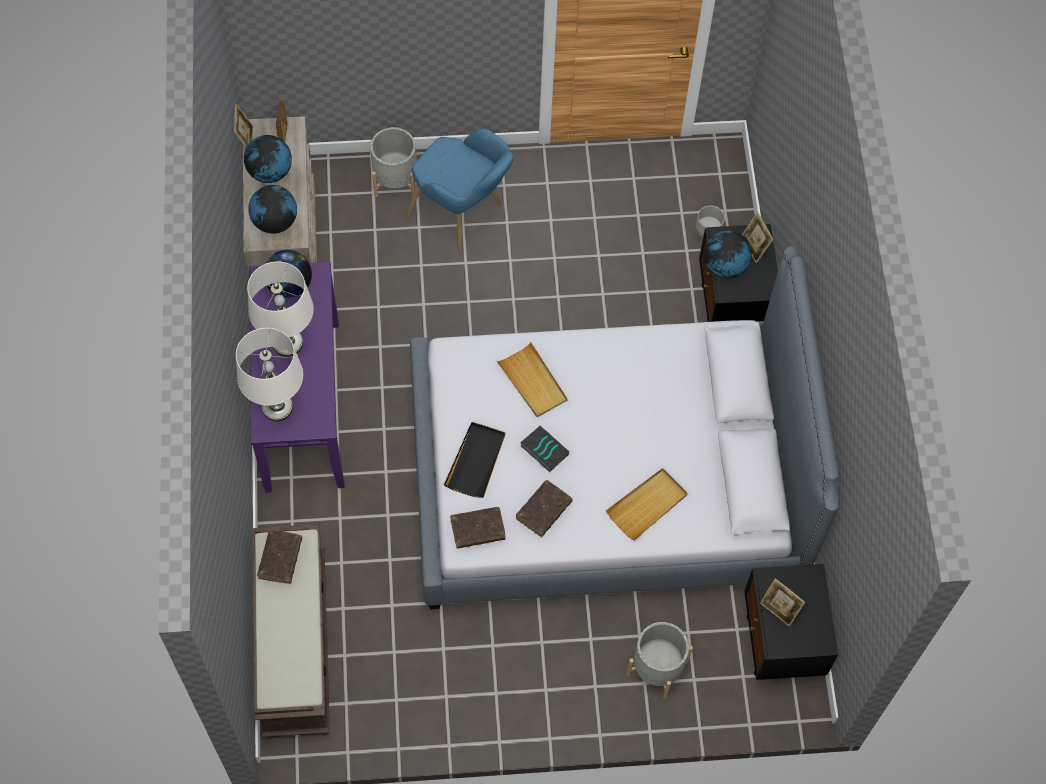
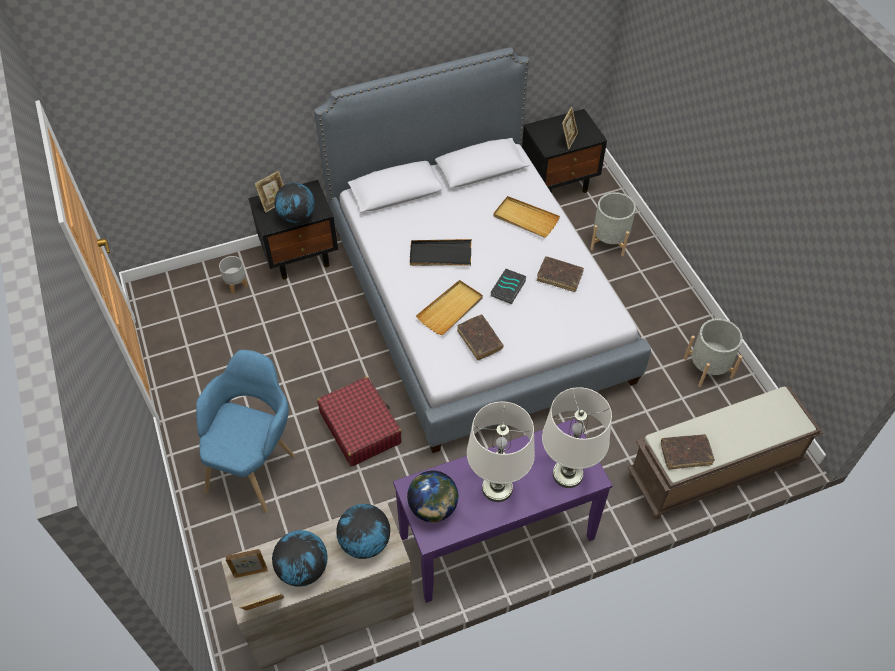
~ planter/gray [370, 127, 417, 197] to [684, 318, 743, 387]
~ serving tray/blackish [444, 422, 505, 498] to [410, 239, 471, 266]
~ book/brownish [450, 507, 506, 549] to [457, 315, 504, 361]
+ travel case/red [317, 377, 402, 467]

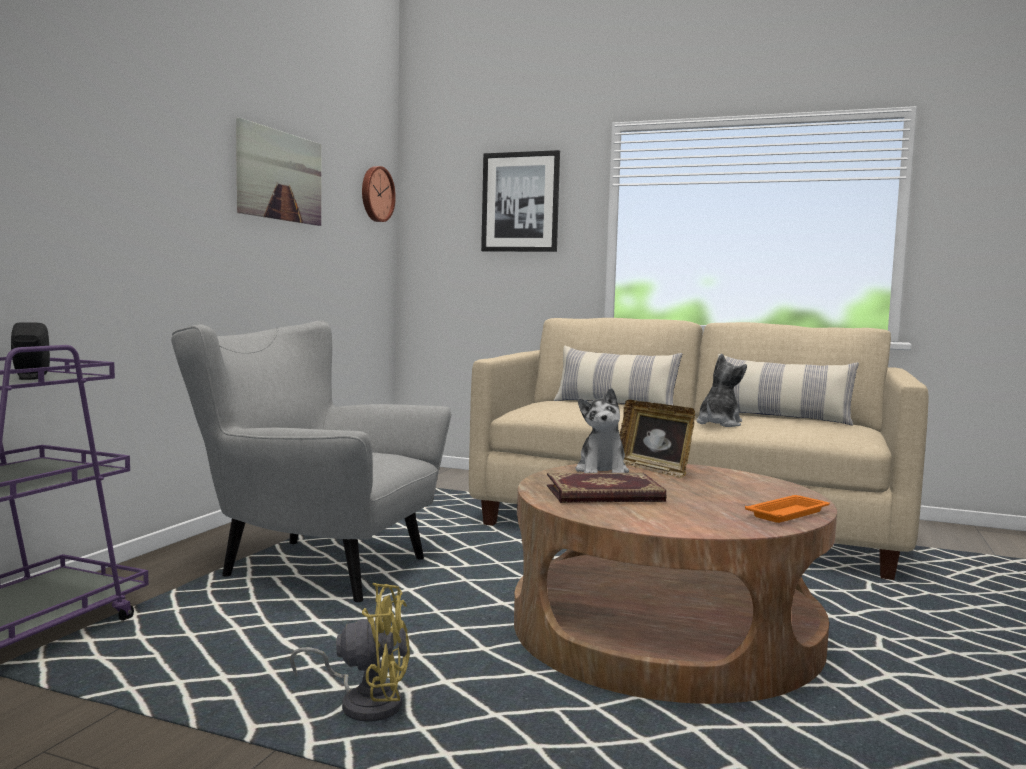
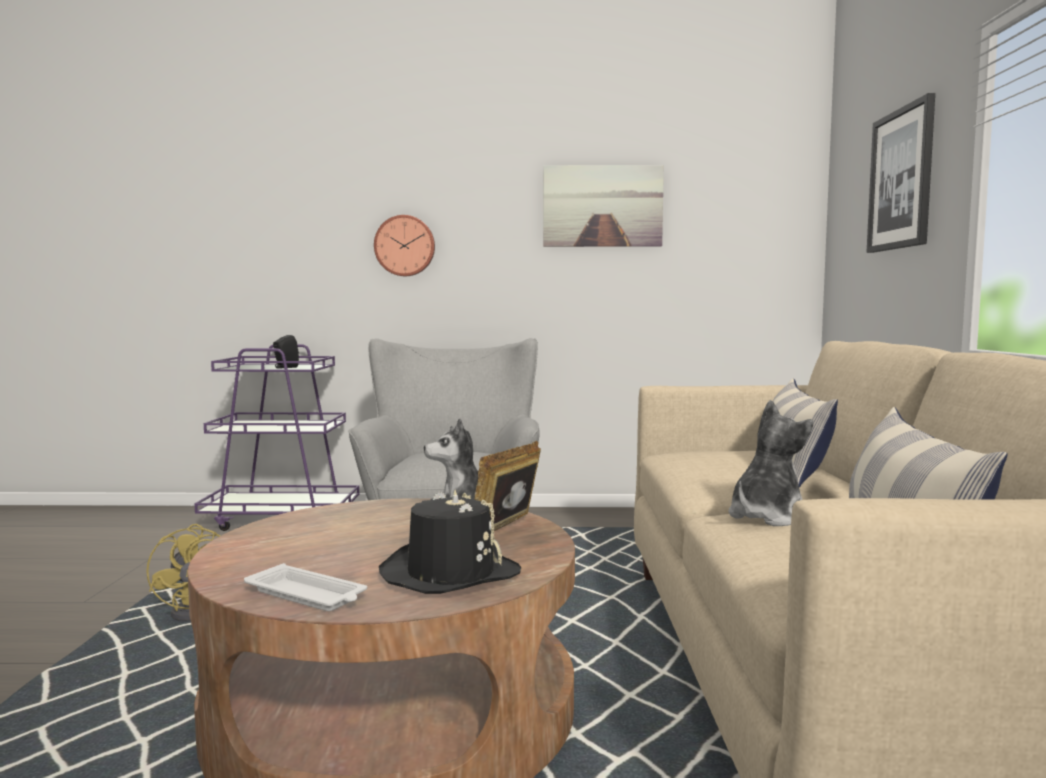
~ hanging clock [362, 166, 396, 222] to [374, 215, 435, 276]
~ soft toy [696, 354, 747, 427] = [728, 400, 813, 526] 60 degrees counterclockwise
- book [547, 473, 666, 503]
~ serving tray/orange [745, 495, 830, 523] to serving tray/white-coloured [244, 563, 367, 611]
+ clothing hat/blackish [379, 490, 522, 594]

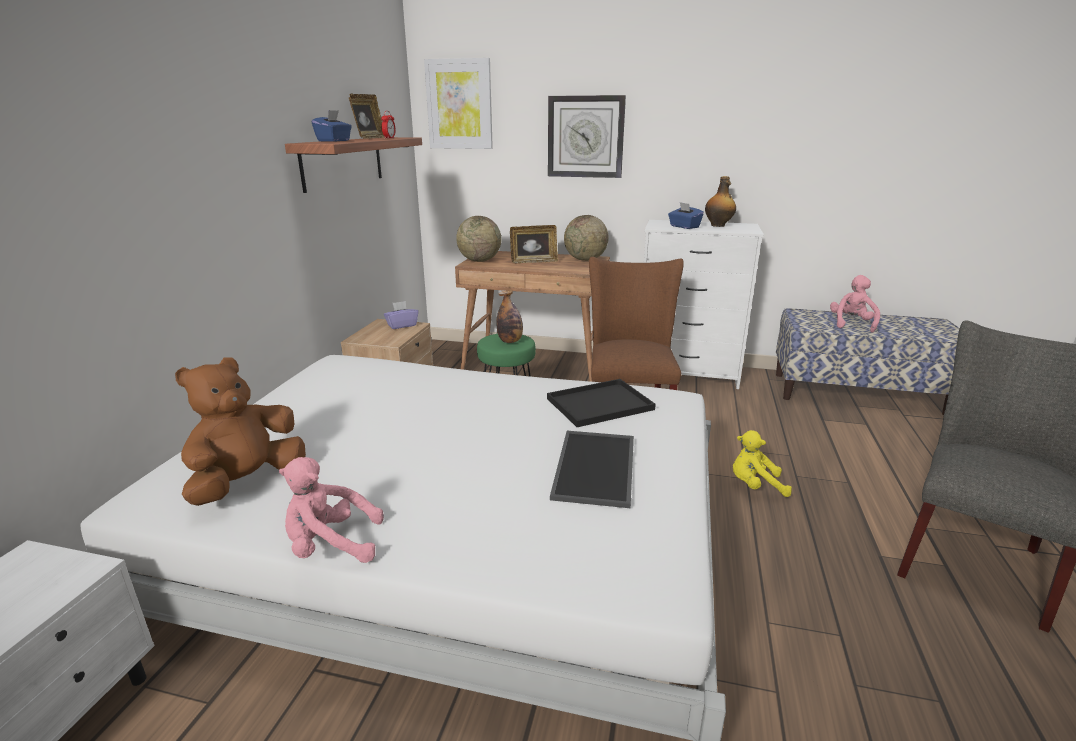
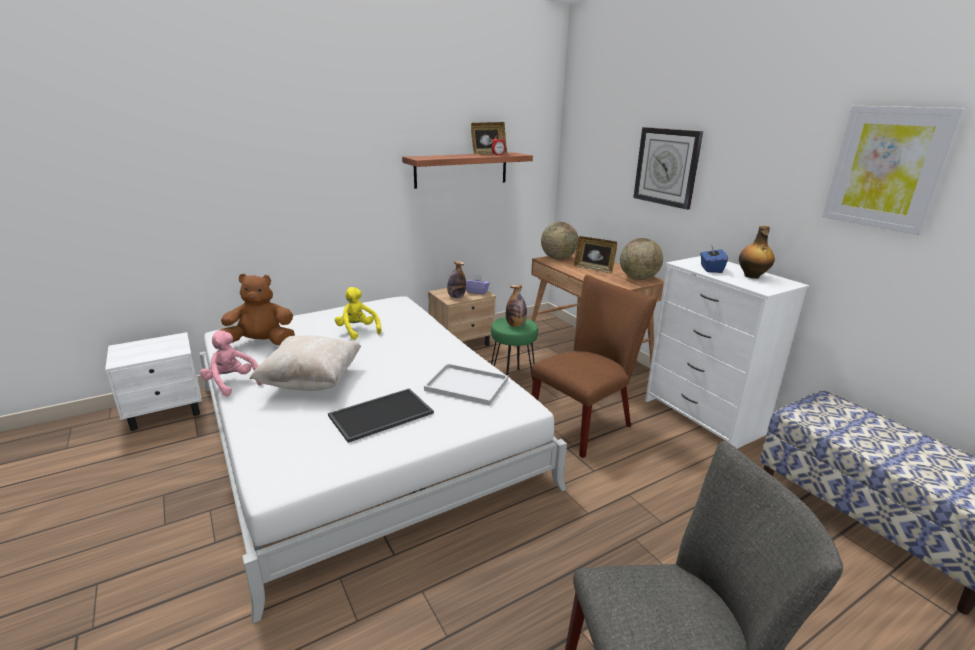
~ picture [424, 58, 493, 149] to [822, 106, 966, 235]
- tissue box/blue-coloured [312, 110, 352, 142]
- soft toy/pink-coloured [830, 275, 880, 333]
~ serving tray/blackish [547, 379, 656, 427] to serving tray/white-coloured [424, 363, 508, 406]
~ soft toy/yellowish [733, 430, 792, 497] to [335, 287, 381, 340]
+ bottle [447, 261, 466, 298]
+ pillow/beige-coloured [249, 335, 361, 391]

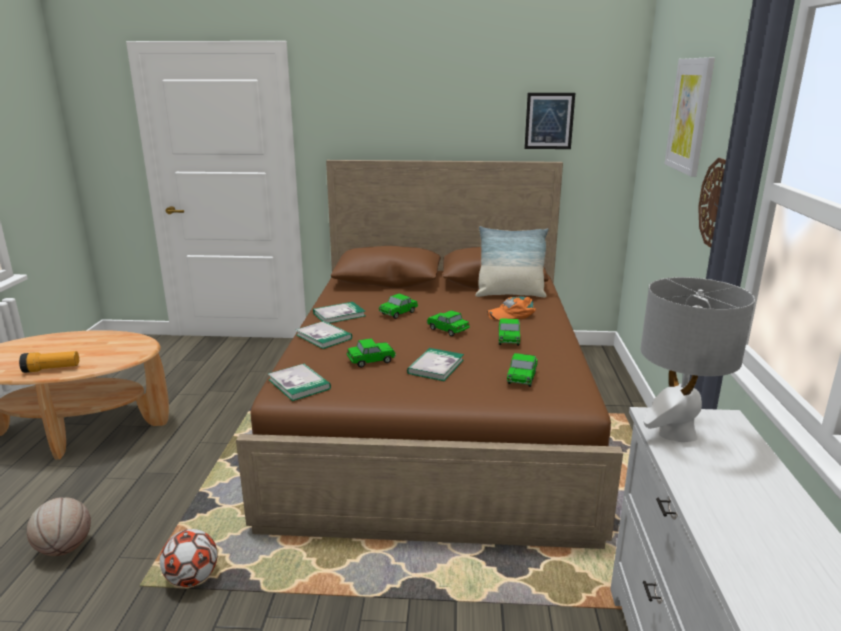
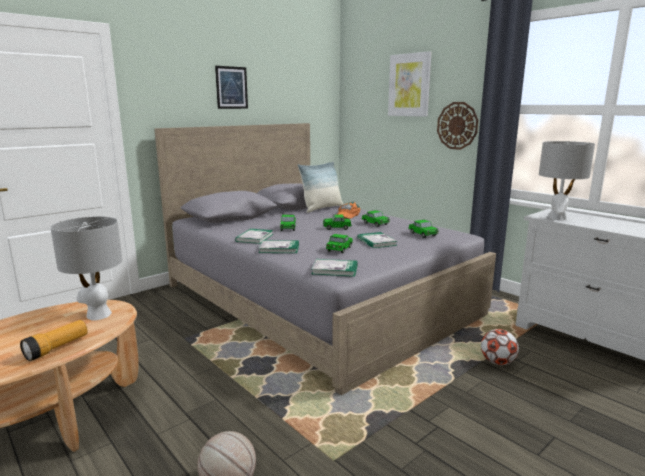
~ picture [524, 93, 575, 149] to [215, 66, 248, 109]
~ bedroom bed/brownish [236, 160, 623, 549] to bedroom bed/gray [154, 123, 496, 395]
~ football [160, 529, 218, 587] to [481, 329, 519, 365]
+ lamp for a table/gray [50, 216, 123, 321]

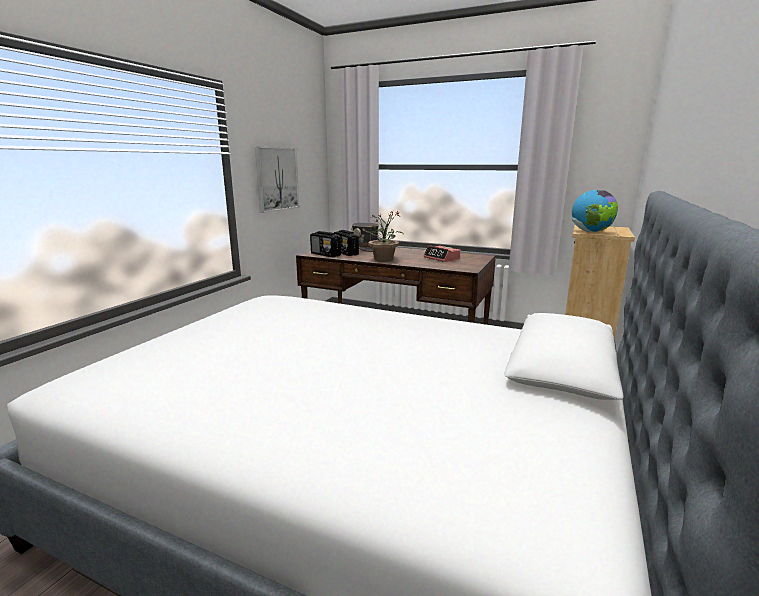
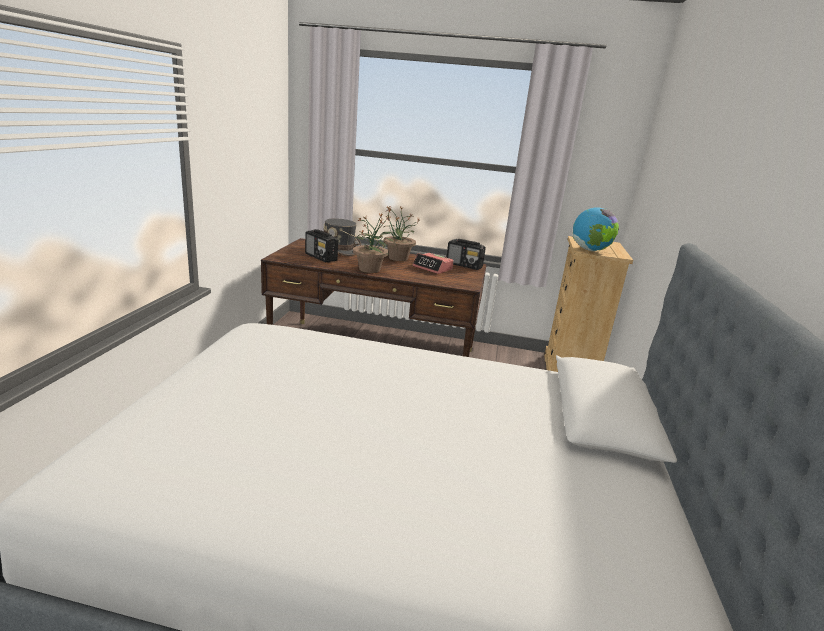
- picture [255, 147, 299, 213]
~ radio [310, 231, 341, 257] to [446, 239, 486, 270]
+ potted plant [381, 205, 419, 261]

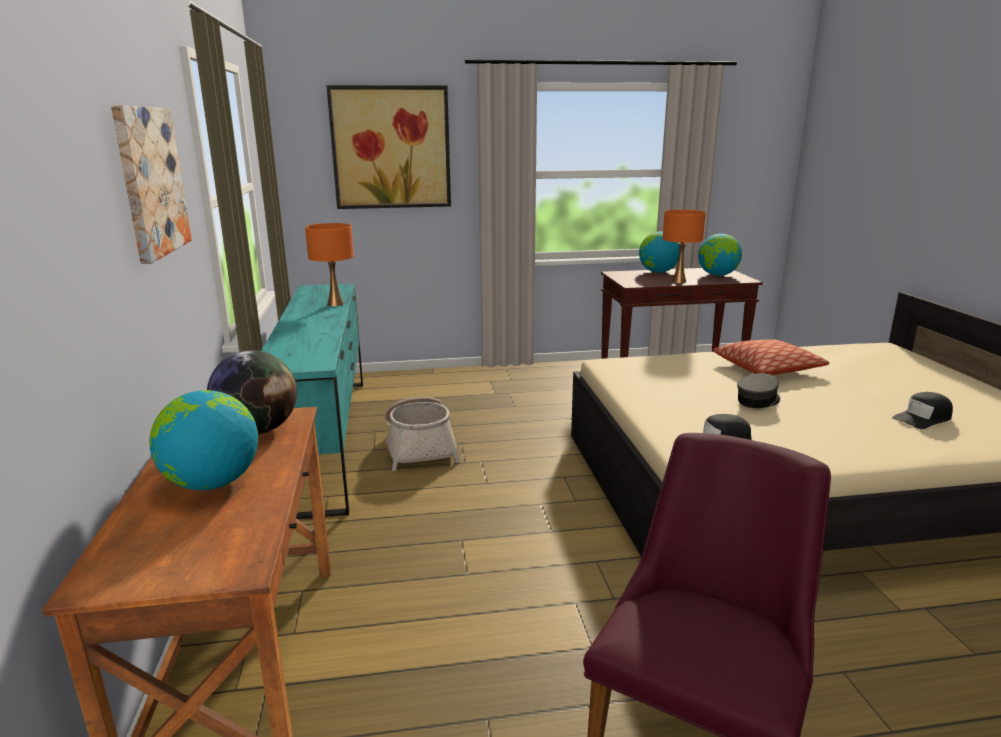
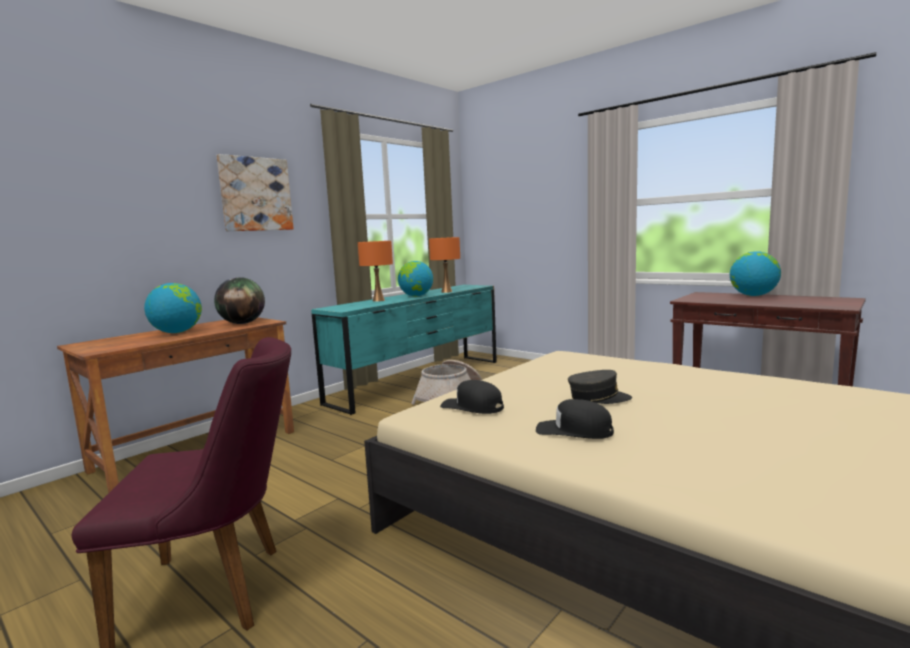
- picture [327, 85, 451, 209]
~ lamp for a table/orange [663, 210, 706, 283] to [358, 241, 393, 302]
~ world globe [698, 234, 742, 276] to [398, 261, 433, 296]
- pillow [714, 339, 829, 375]
~ baseball cap/blackish [892, 392, 953, 429] to [536, 399, 614, 439]

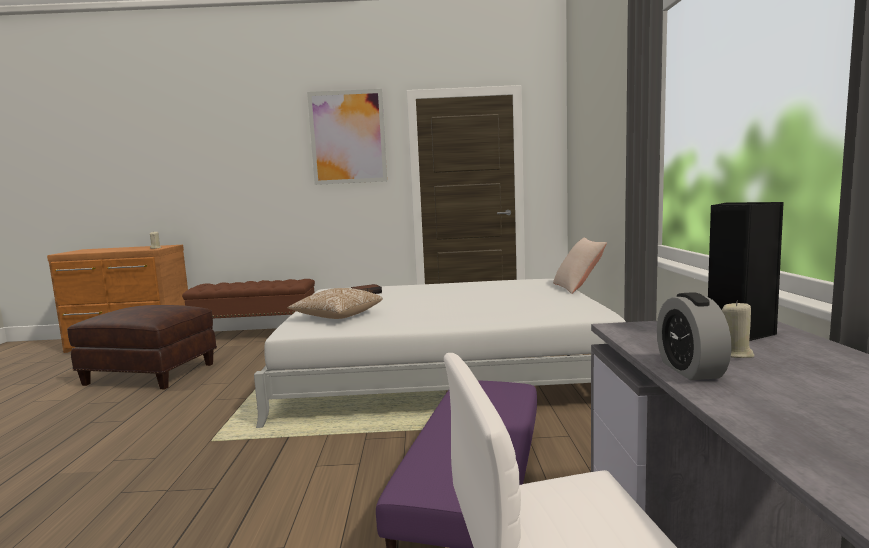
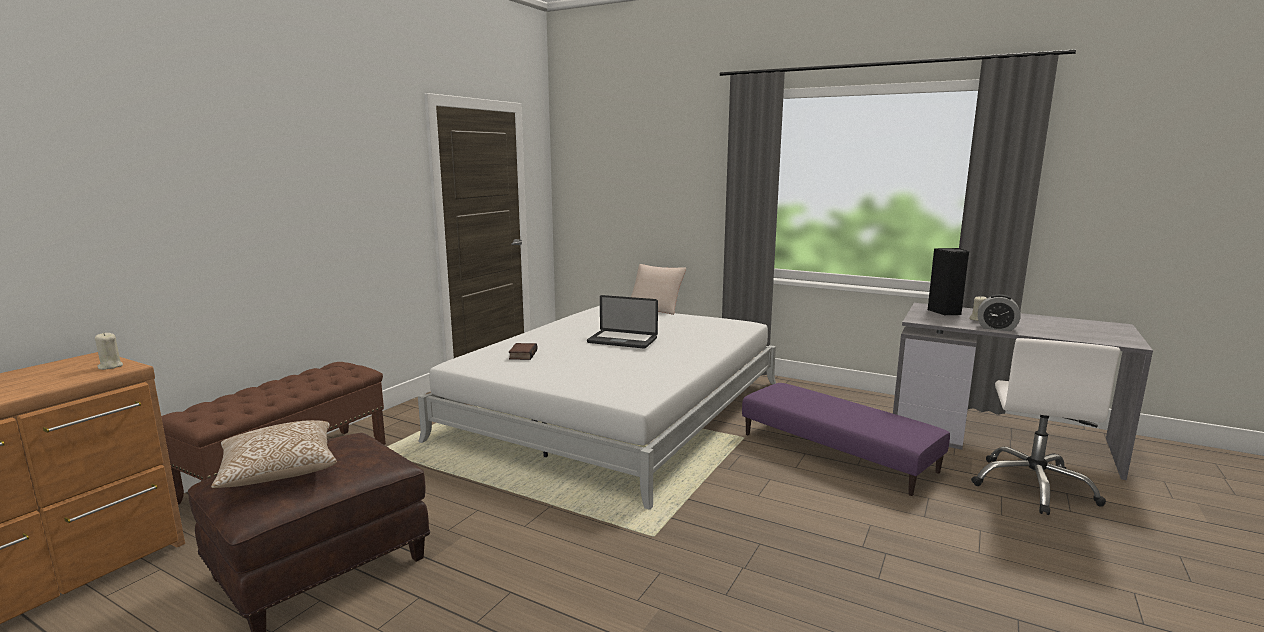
- picture [307, 89, 387, 185]
~ pillow [288, 288, 382, 319] to [211, 420, 337, 488]
+ laptop [587, 295, 658, 349]

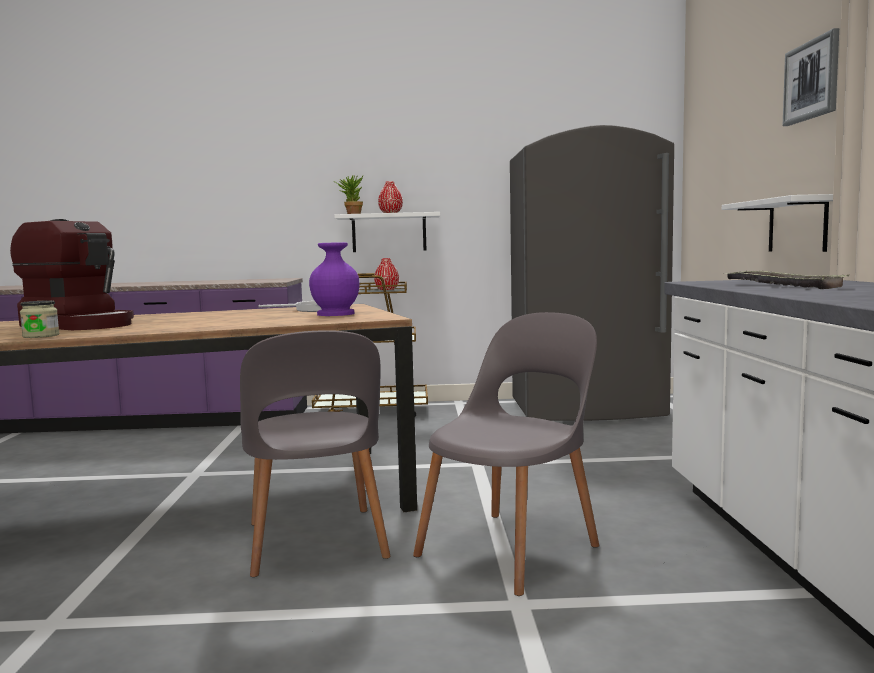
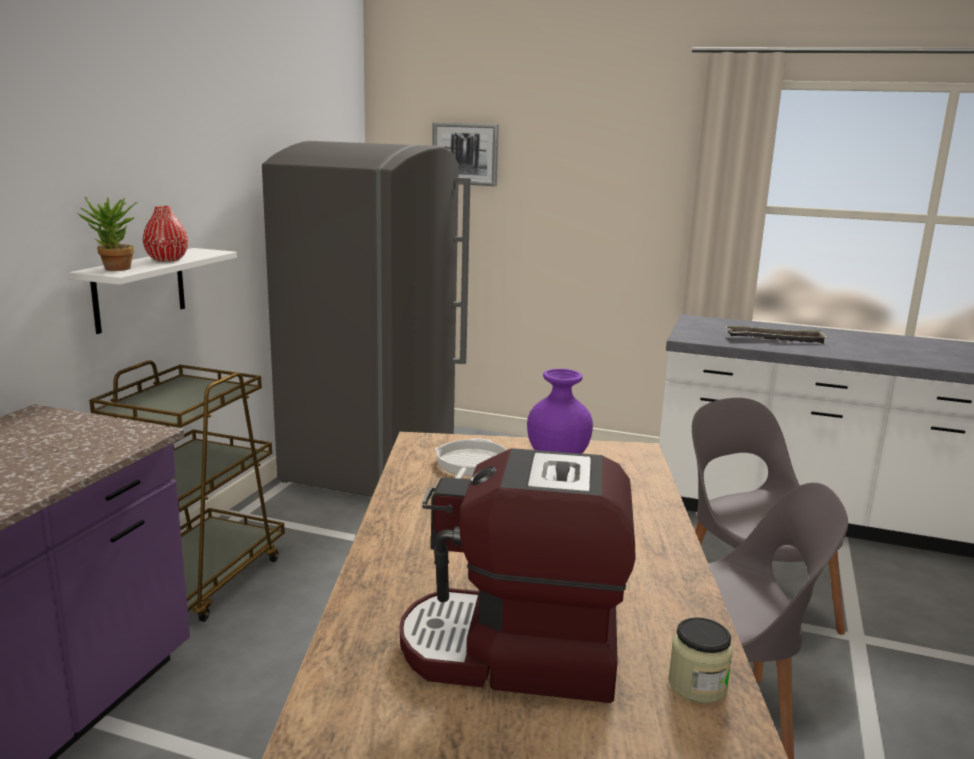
~ picture [783, 28, 839, 126] to [432, 122, 499, 186]
- shelf/white-coloured [722, 194, 833, 252]
~ coffee machine [10, 219, 134, 330] = [400, 448, 635, 703] 135 degrees counterclockwise
- flower vase/red [374, 258, 399, 290]

